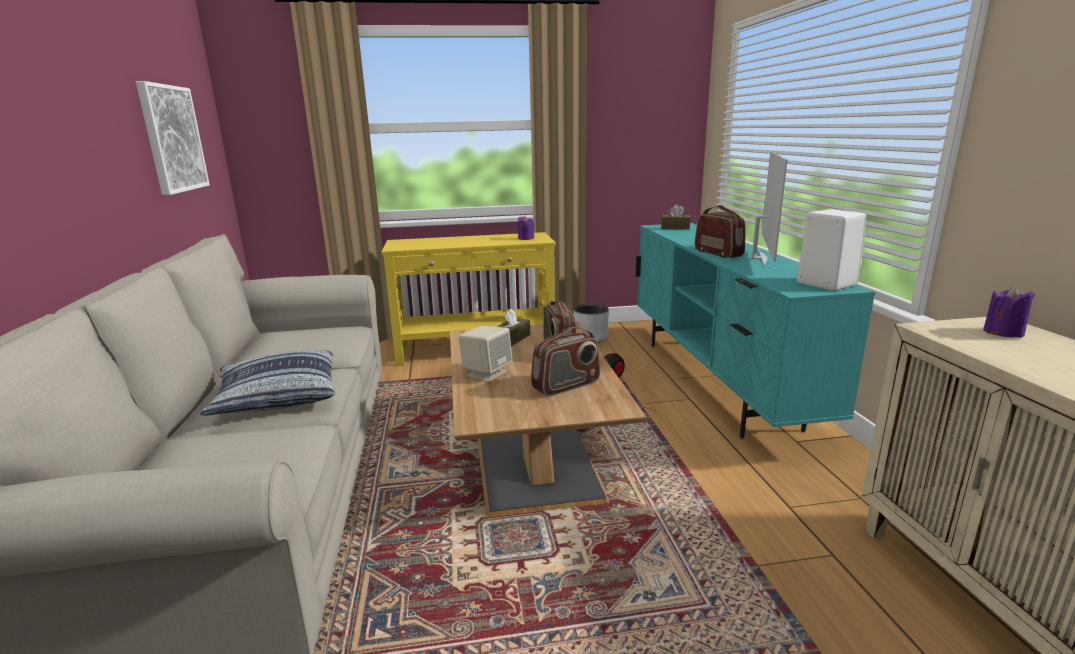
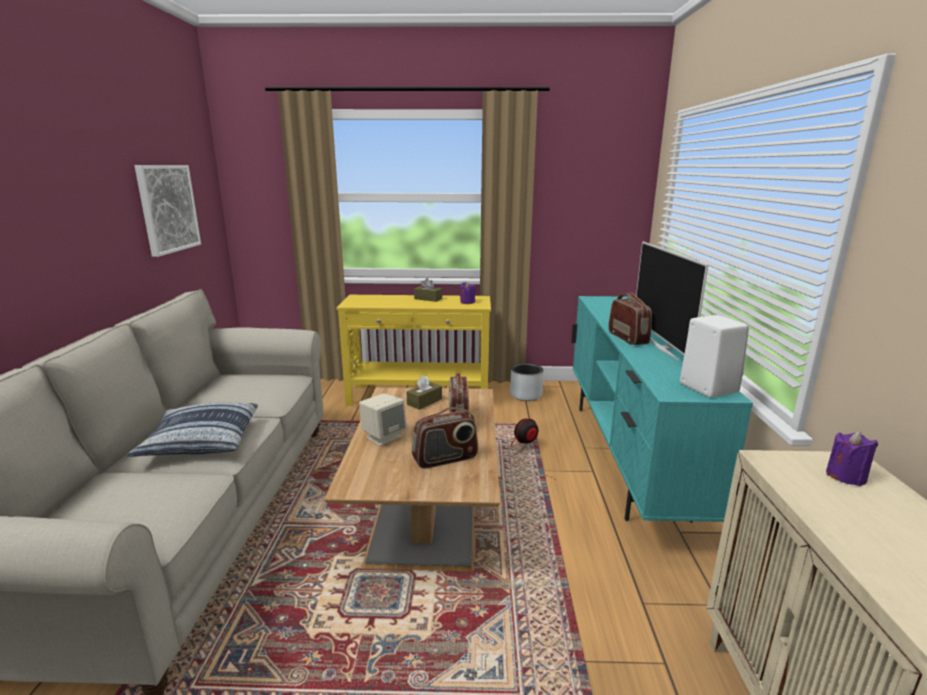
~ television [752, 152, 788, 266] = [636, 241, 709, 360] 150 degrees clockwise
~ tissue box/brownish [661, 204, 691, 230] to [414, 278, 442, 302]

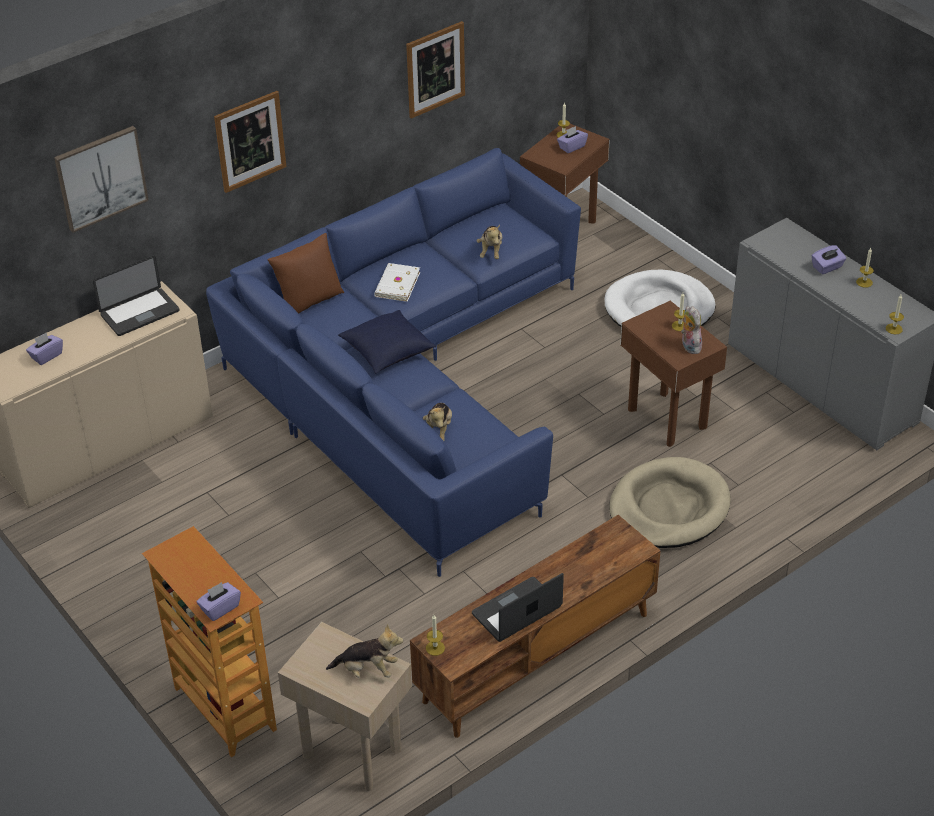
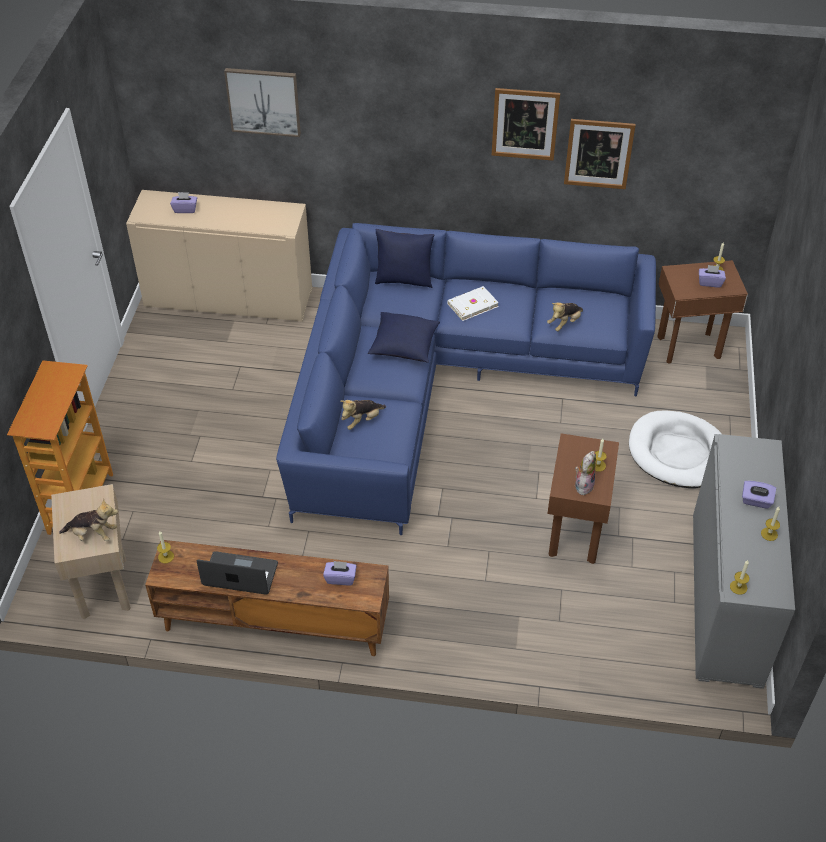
~ picture [214, 91, 287, 193] to [492, 88, 560, 161]
~ pillow/brownish [268, 233, 344, 314] to pillow/blue-coloured [375, 229, 434, 288]
- laptop [93, 256, 179, 336]
- dog bed/beige-coloured [609, 457, 731, 548]
~ tissue box/purplish [196, 582, 241, 621] to [323, 561, 357, 585]
~ soft toy [326, 624, 403, 678] = [59, 498, 118, 541] 45 degrees counterclockwise

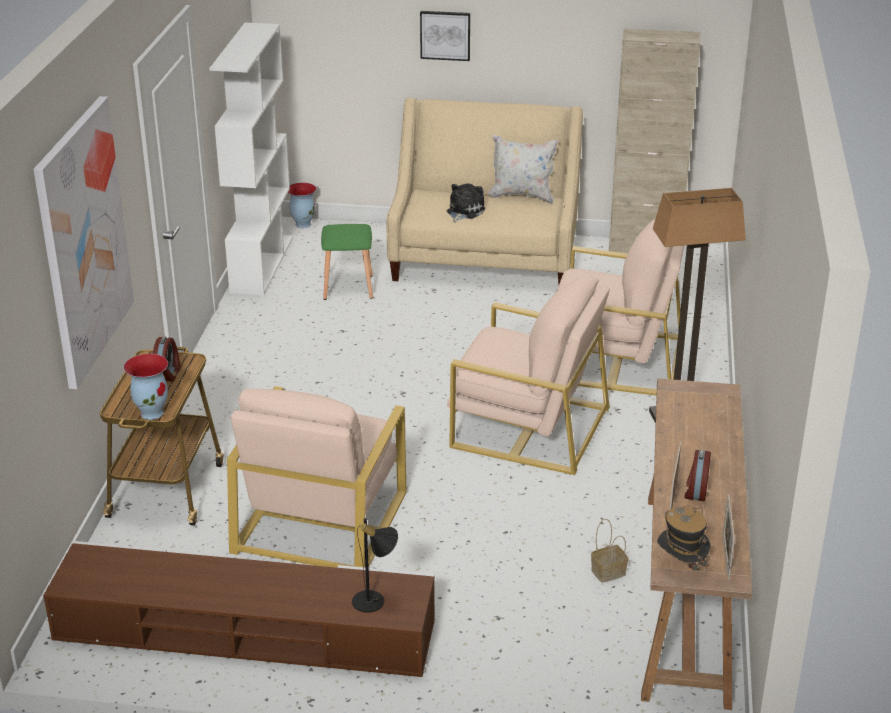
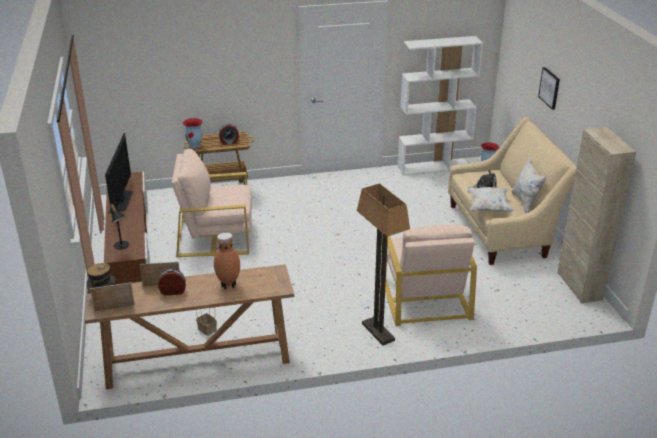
- picture [33, 96, 134, 389]
- sitting stool/green-coloured [321, 224, 373, 300]
- armchair/beige-coloured [447, 276, 610, 475]
+ television [105, 133, 133, 217]
+ pillow/white-coloured [466, 187, 515, 212]
+ flower vase/brownish [214, 233, 240, 289]

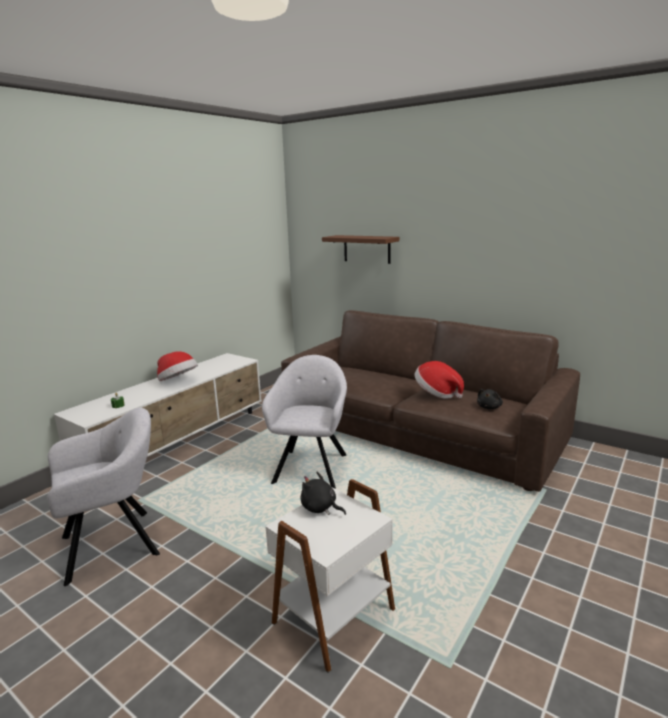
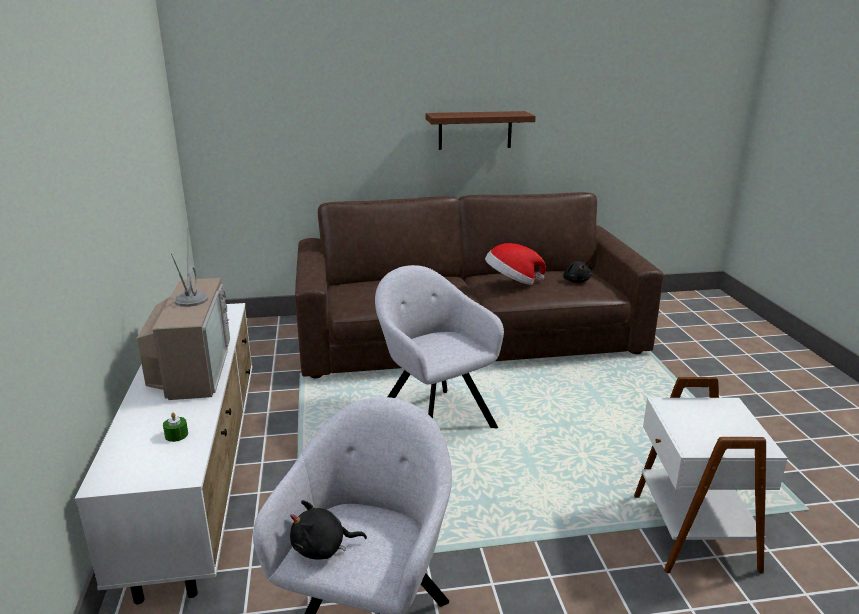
~ shelf/brownish [322, 235, 399, 264] to [425, 111, 536, 150]
~ clothing hat [157, 351, 198, 381] to television [137, 228, 230, 400]
~ soft toy/blackish [301, 472, 346, 515] to [290, 500, 367, 560]

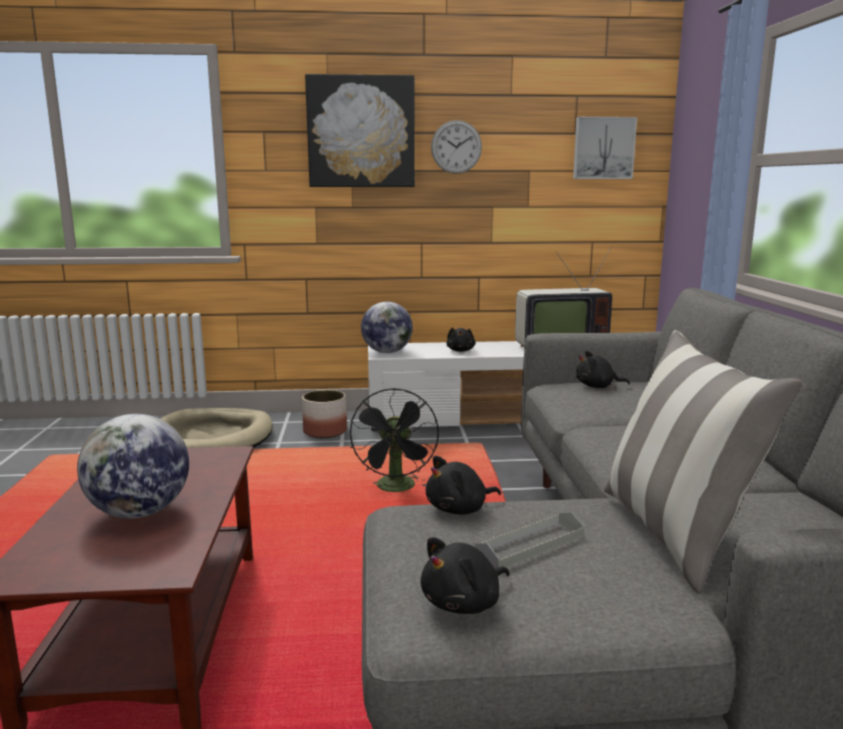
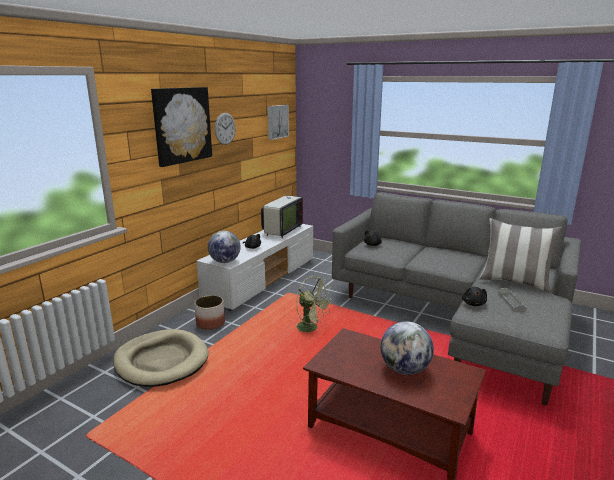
~ electric fan/blackish [350, 388, 439, 492] to electric fan/green-coloured [296, 276, 333, 332]
- soft toy/blackish [420, 537, 510, 614]

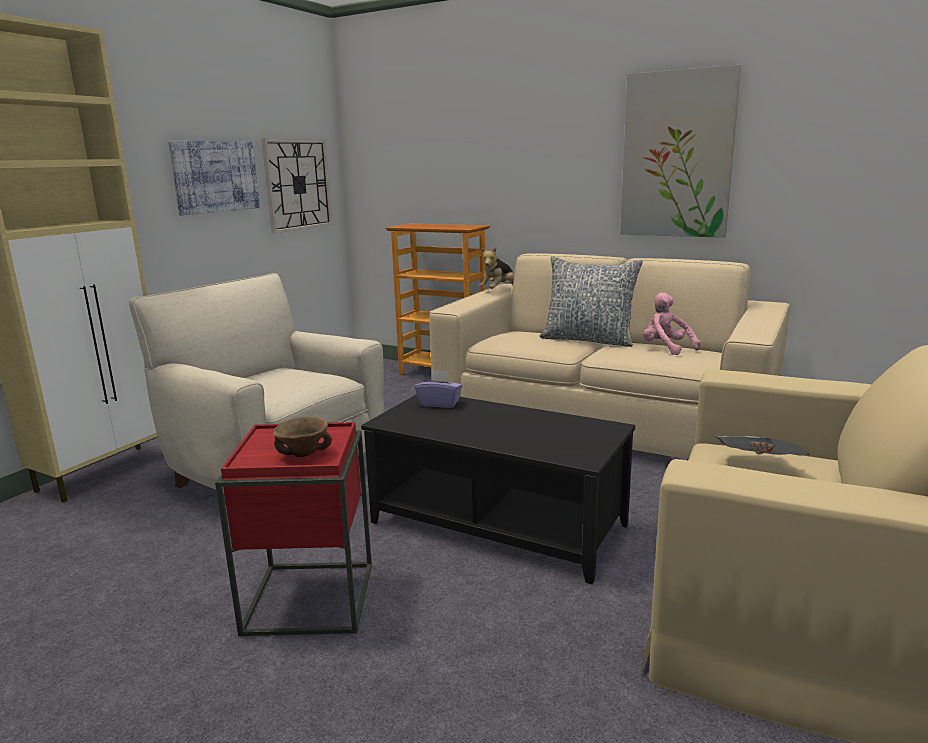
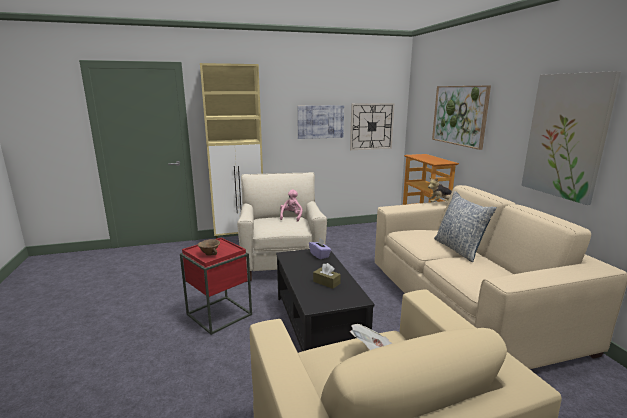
~ soft toy/pink-coloured [643, 292, 701, 355] to [280, 189, 303, 222]
+ picture [432, 86, 491, 150]
+ tissue box/brownish [313, 263, 341, 289]

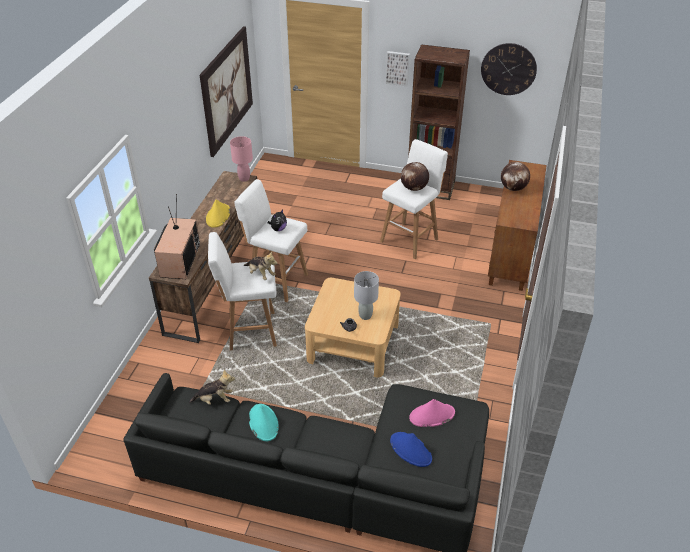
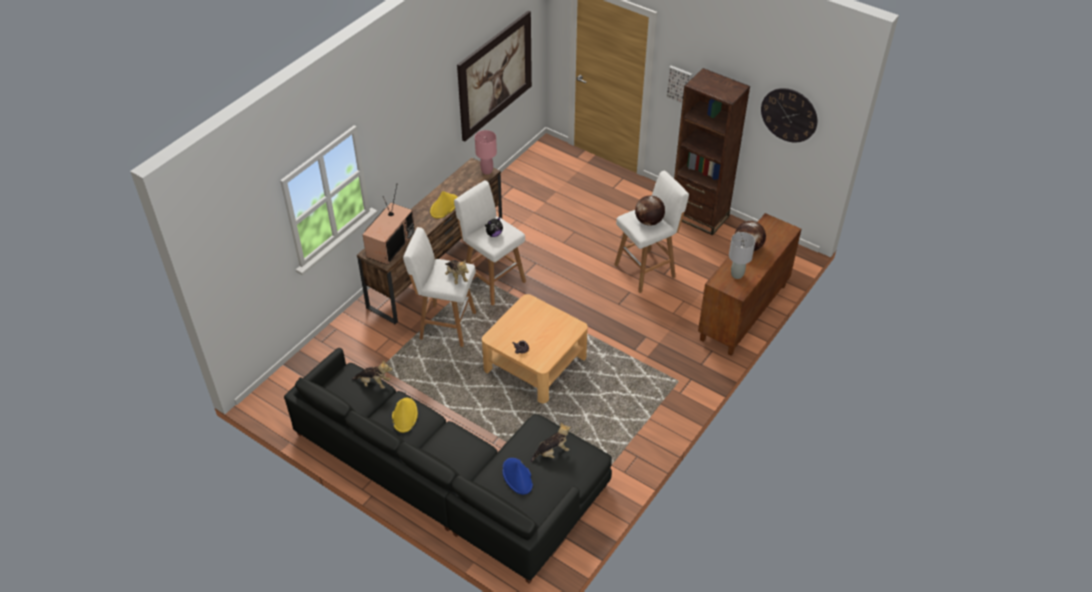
~ lamp for a table/gray [354, 271, 379, 320] to [729, 232, 755, 279]
~ clothing hat/pink-coloured [409, 399, 455, 427] to soft toy [531, 422, 570, 462]
~ clothing hat/turquoise [249, 404, 279, 441] to clothing hat/yellowish [392, 398, 418, 433]

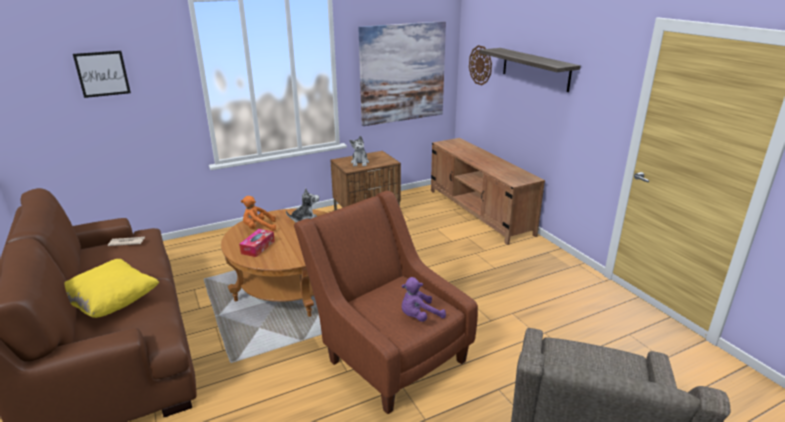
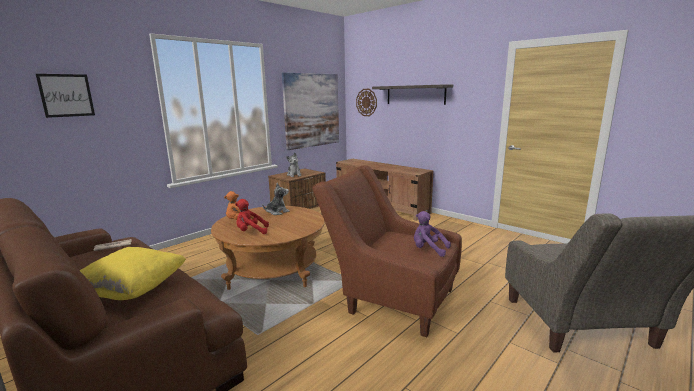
~ tissue box [239, 229, 275, 257] to soft toy/red [235, 199, 269, 234]
~ soft toy/purplish [401, 277, 446, 322] = [414, 211, 451, 257] 75 degrees clockwise

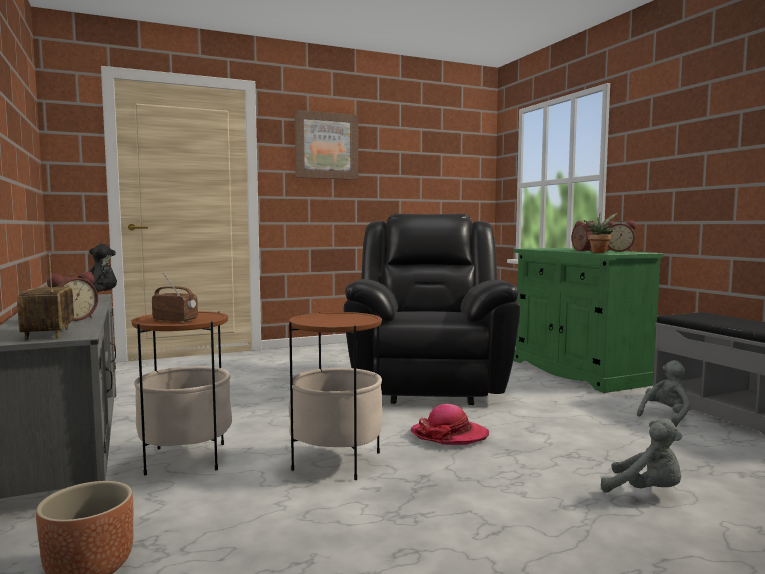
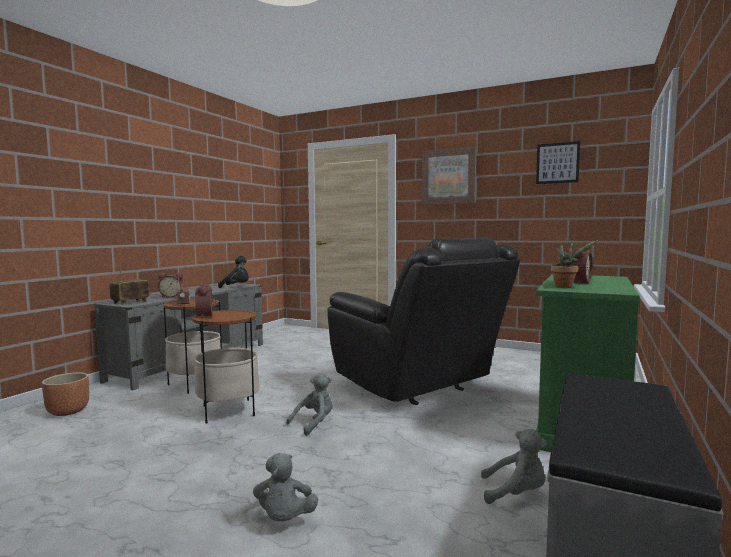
~ armchair/blackish [344, 214, 520, 405] = [328, 238, 520, 405] 90 degrees clockwise
~ bedside clock [605, 221, 636, 252] to [195, 283, 216, 318]
~ clothing hat [411, 404, 489, 445] to soft toy/gray [286, 373, 333, 436]
+ picture [536, 141, 580, 184]

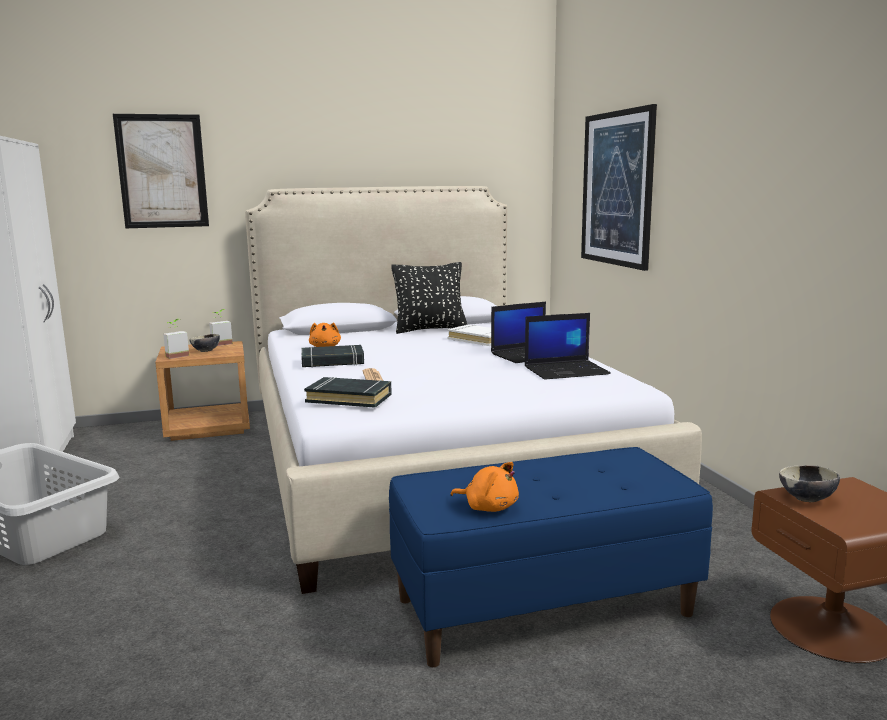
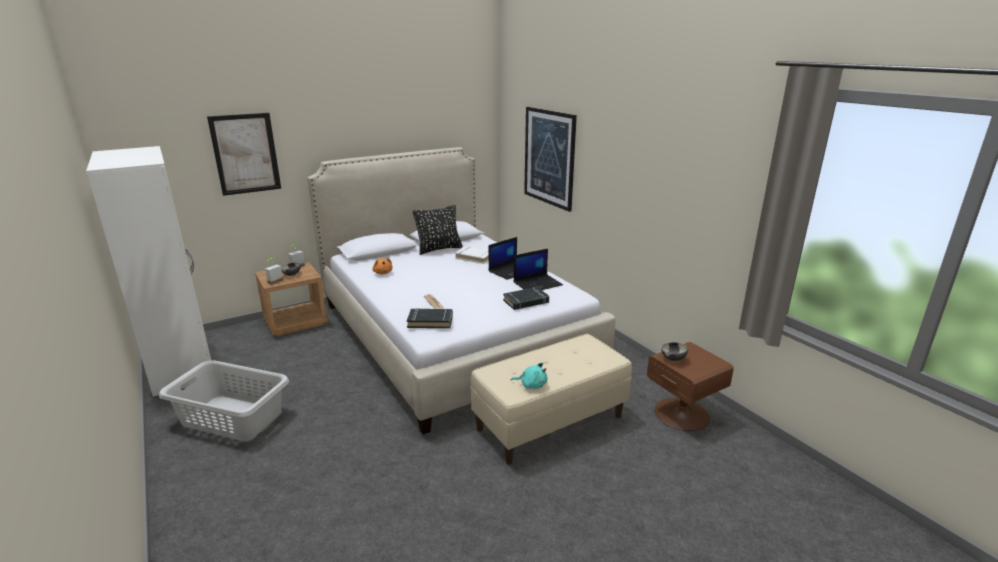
~ book/blackish [301, 345, 364, 367] to [503, 287, 549, 310]
~ bench/blue-coloured [389, 447, 713, 667] to bench/beige-coloured [471, 334, 632, 465]
~ soft toy/orange [450, 462, 519, 512] to soft toy/turquoise [511, 362, 547, 389]

